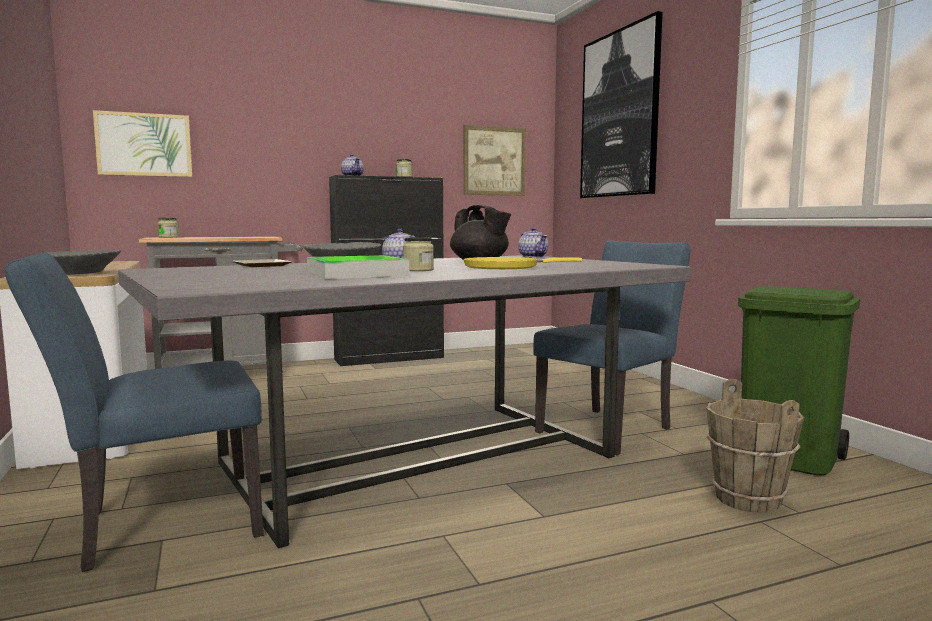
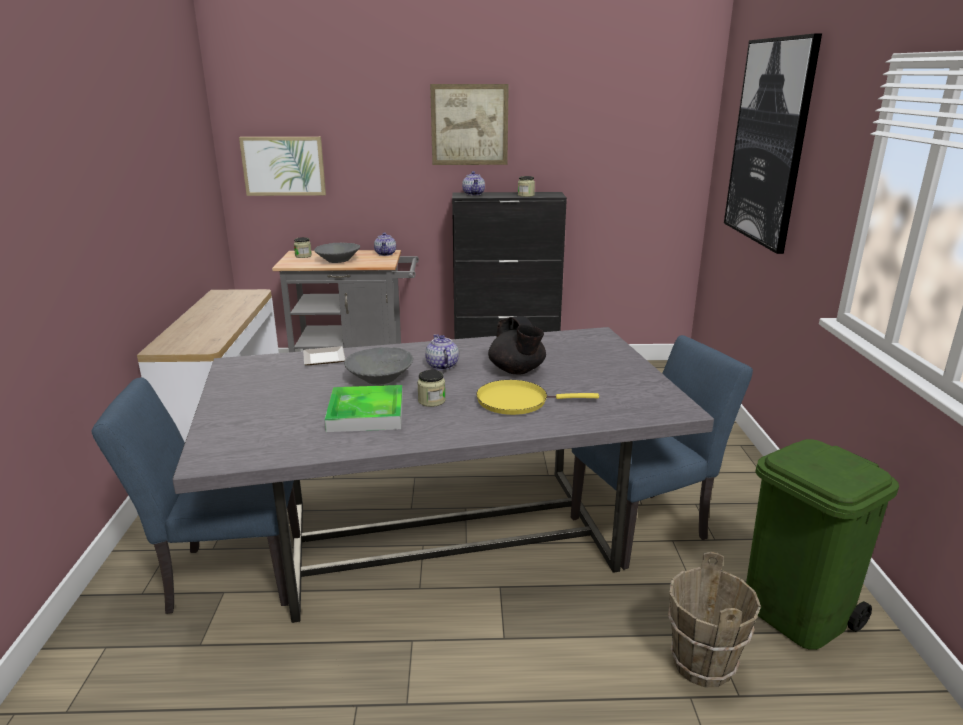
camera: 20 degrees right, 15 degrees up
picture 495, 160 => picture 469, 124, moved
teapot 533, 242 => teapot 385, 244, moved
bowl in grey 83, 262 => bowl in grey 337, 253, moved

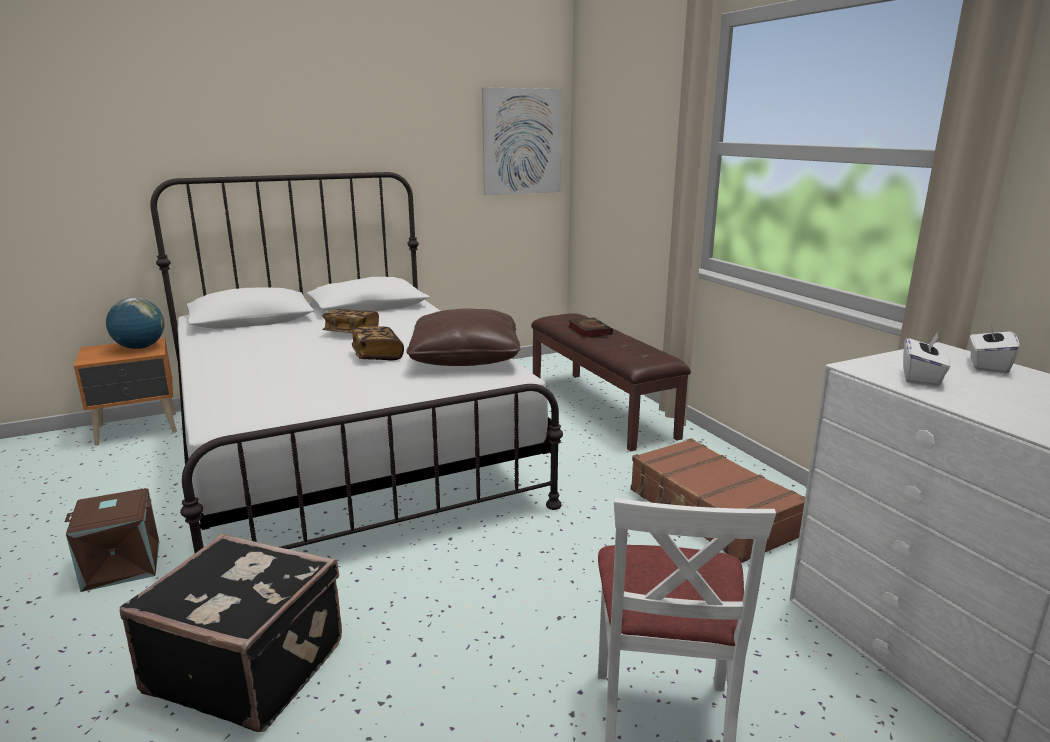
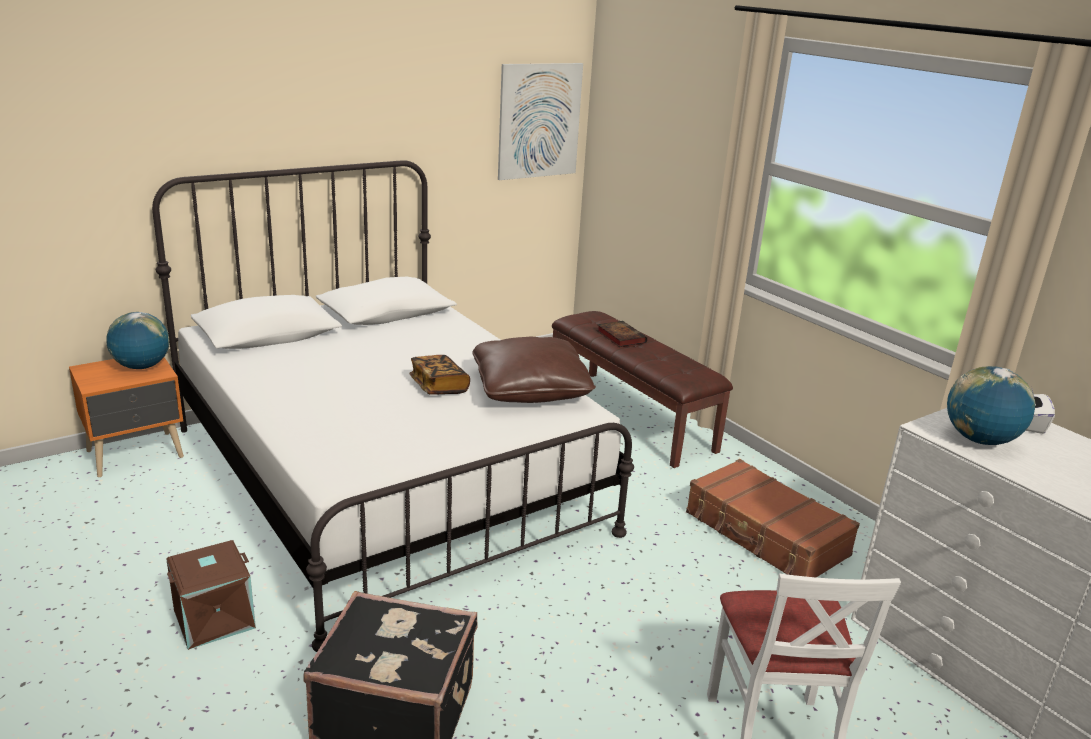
camera: 10 degrees left, 5 degrees up
book 350, 321 => nothing
tissue box in white 927, 359 => globe 991, 405

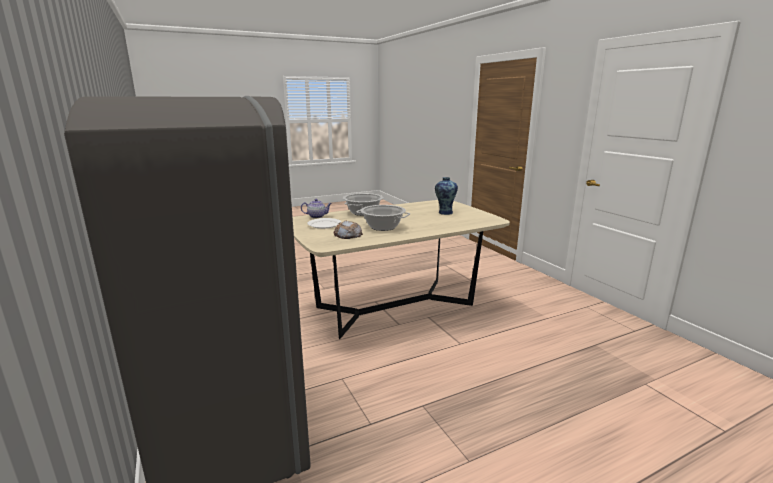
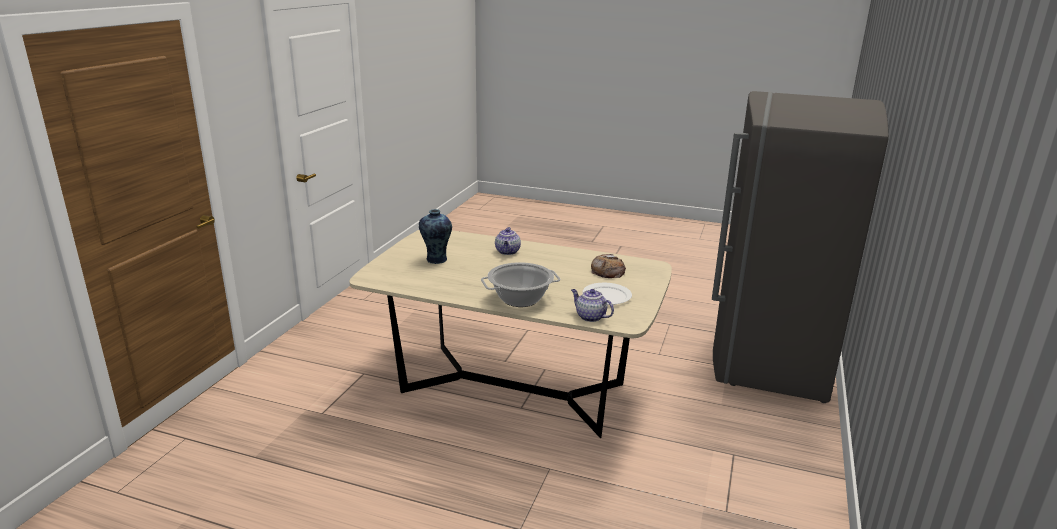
camera: 135 degrees left, 5 degrees up
cooking pot 383, 218 => nothing
nothing => teapot 508, 241

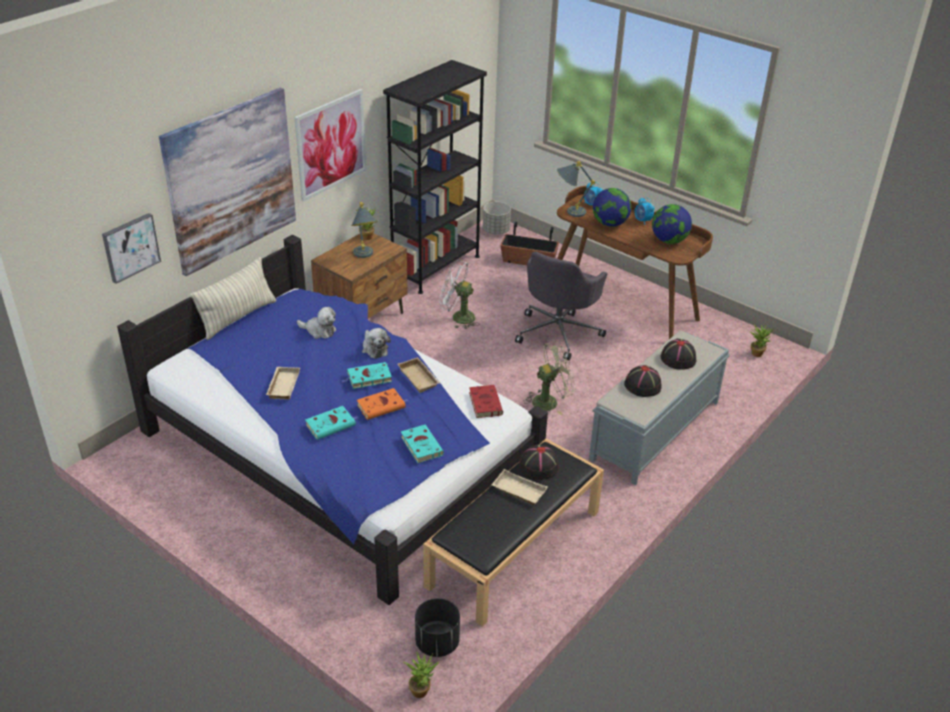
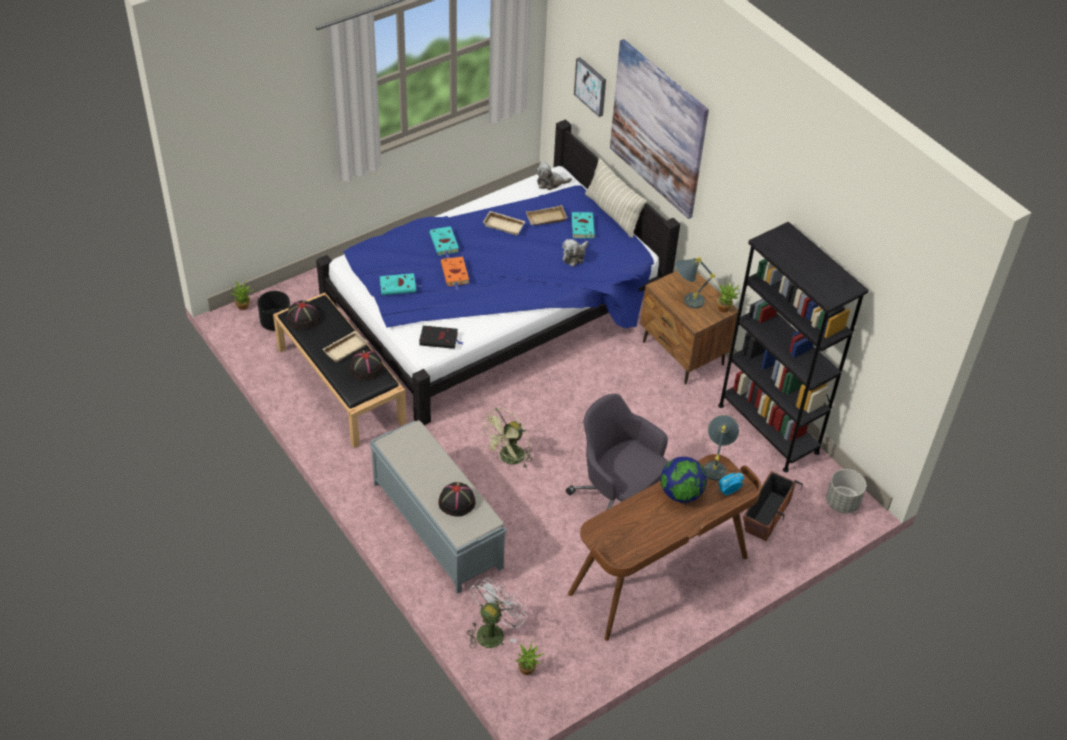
camera: 105 degrees right, 10 degrees up
picture 330, 145 => nothing
alarm clock 645, 211 => nothing
globe 672, 224 => nothing
fan in white 458, 294 => fan in white 497, 613, moved
plush toy 376, 343 => plush toy 554, 176, moved
fan in green 549, 378 => fan in green 507, 438, 45 degrees clockwise
tray in beige 419, 375 => tray in beige 546, 215, moved
book in turquoise 366, 375 => book in turquoise 583, 225, moved
hat in black 643, 381 => hat in black 302, 315, moved
book in red 486, 401 => book in black 441, 337

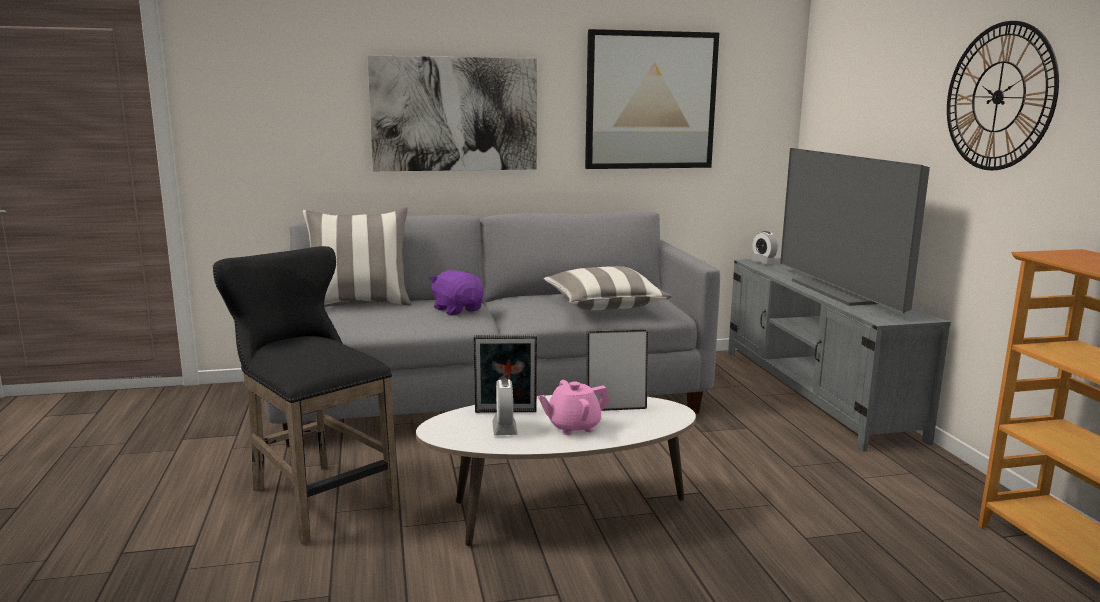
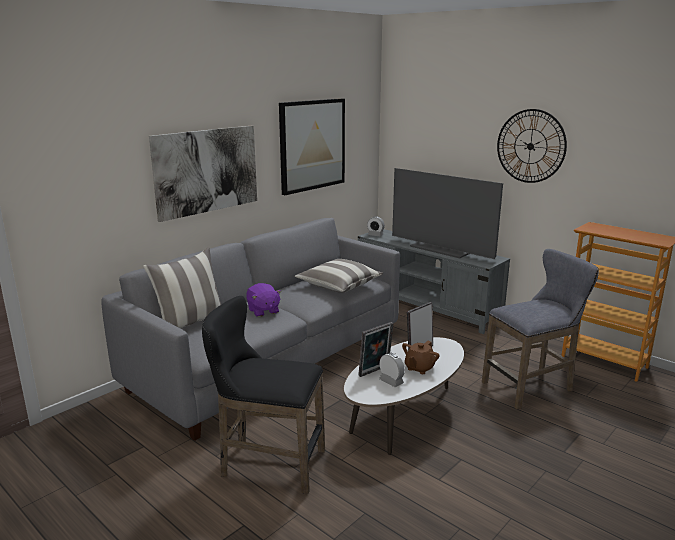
camera: 35 degrees left, 5 degrees up
plush toy in purple 456, 292 => plush toy in purple 264, 300, 135 degrees counterclockwise
teapot in pink 574, 407 => teapot in brown 420, 357
nothing => stool in grey 540, 329

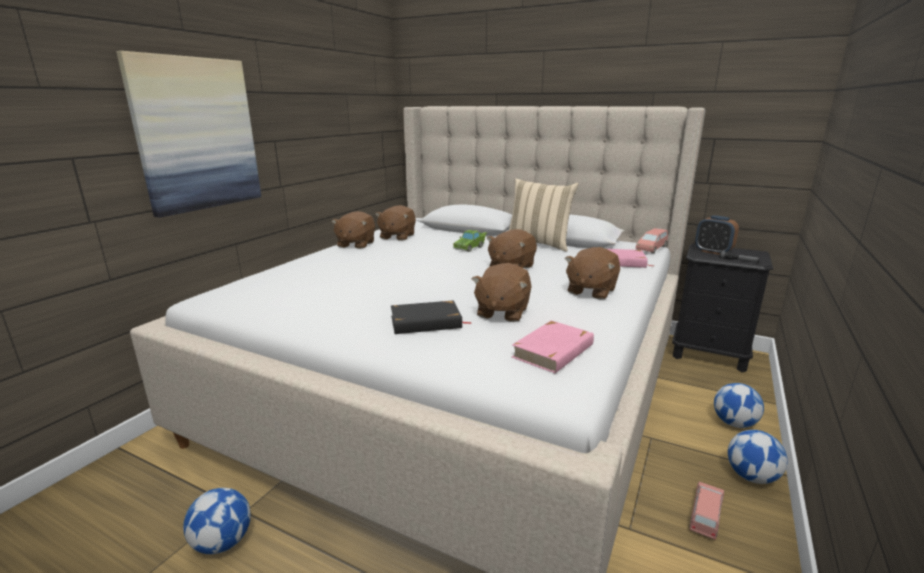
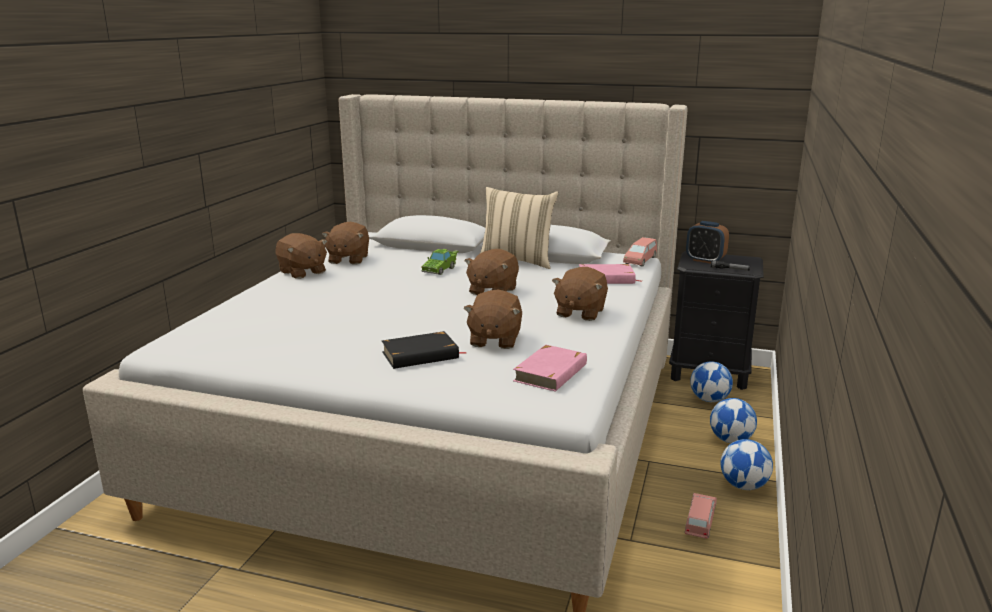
camera: 10 degrees left, 0 degrees up
picture 188, 134 => nothing
plush toy in brown 353, 230 => plush toy in brown 301, 256, 45 degrees counterclockwise
football 217, 521 => football 711, 381, moved

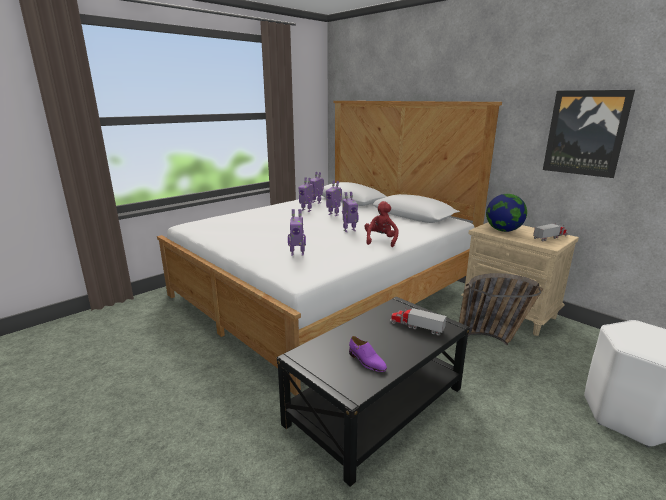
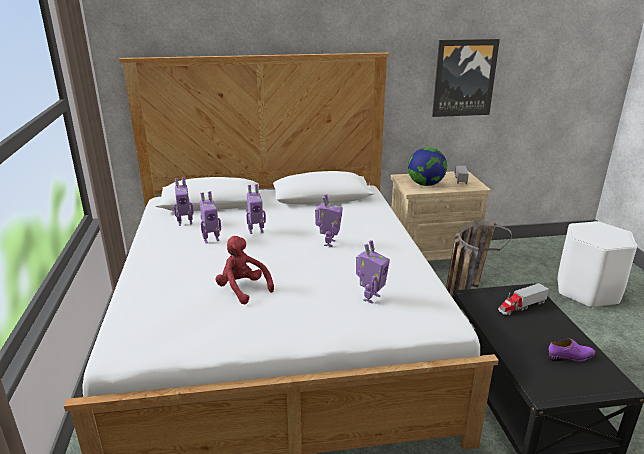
camera: 55 degrees left, 5 degrees up
plush toy in red 381, 224 => plush toy in red 244, 270, moved

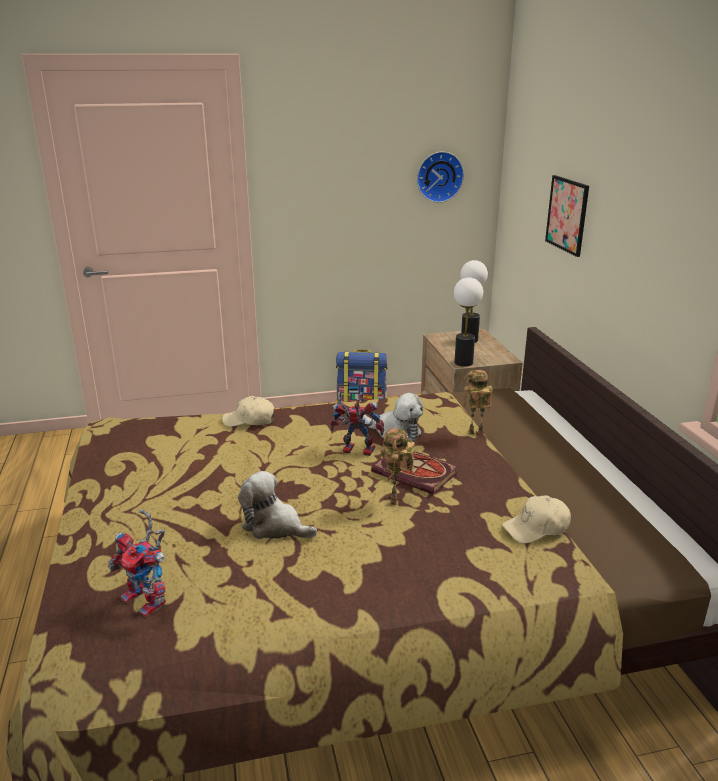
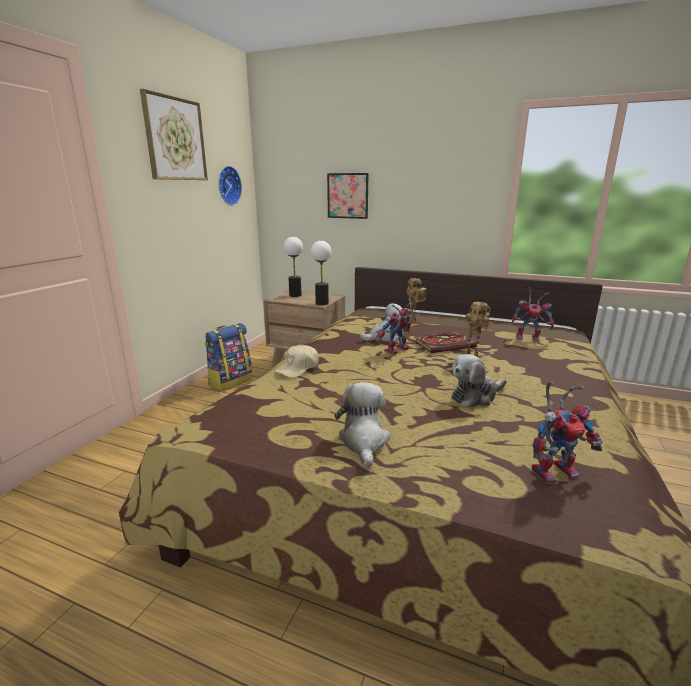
camera: 55 degrees left, 5 degrees down
cap in beige 536, 519 => toy robot 533, 314
nothing => picture 174, 134
nothing => plush toy 362, 425

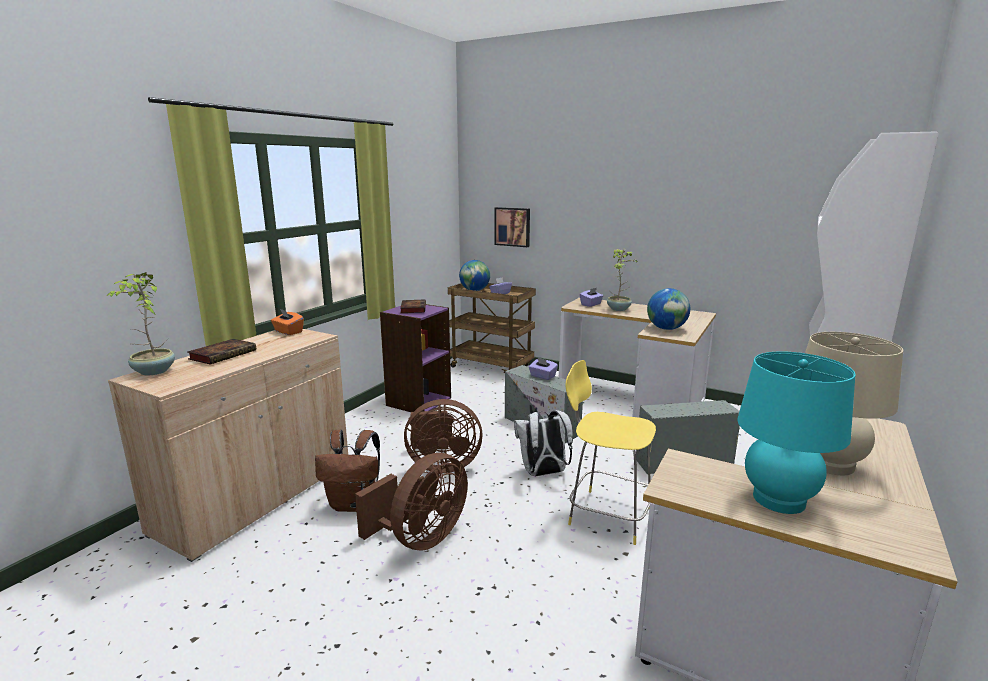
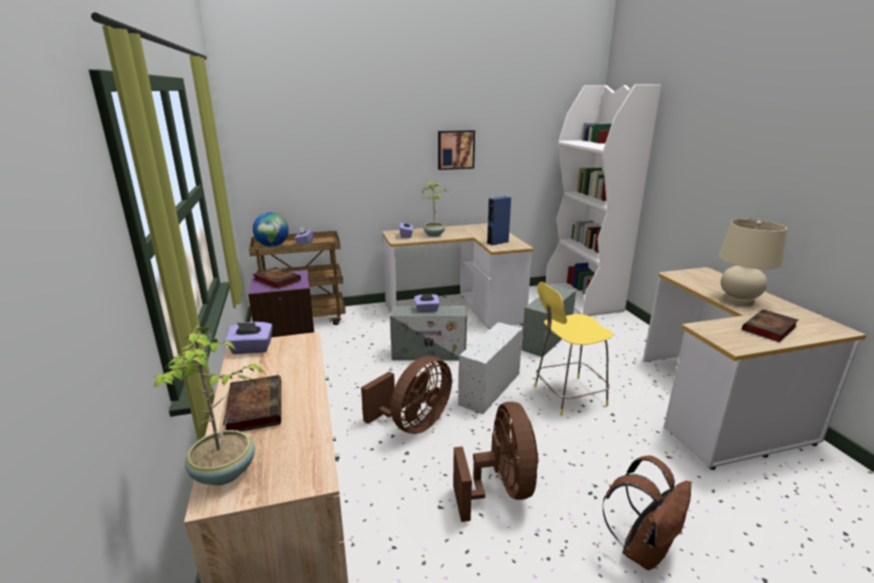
camera: 45 degrees left, 5 degrees up
picture 512, 227 => picture 456, 150, moved
globe 668, 309 => speaker in blue 499, 220
tissue box in orange 287, 322 => tissue box in purple 249, 338
table lamp in turquoise 796, 432 => book 770, 325
backpack in white 543, 443 => storage box in white 490, 368
backpack in brown 347, 471 => backpack in brown 646, 512, moved

